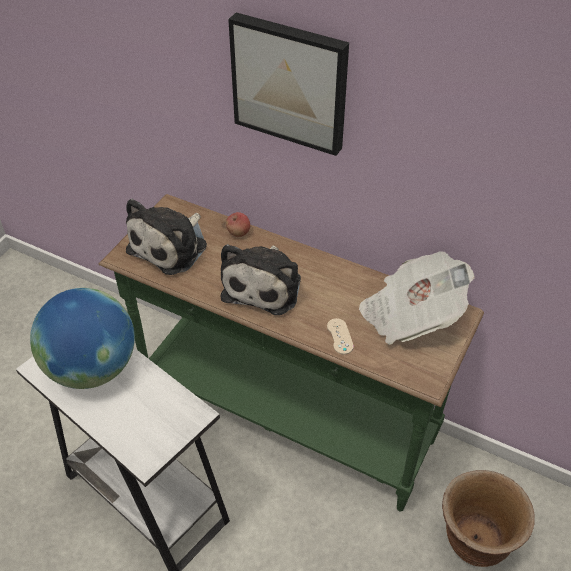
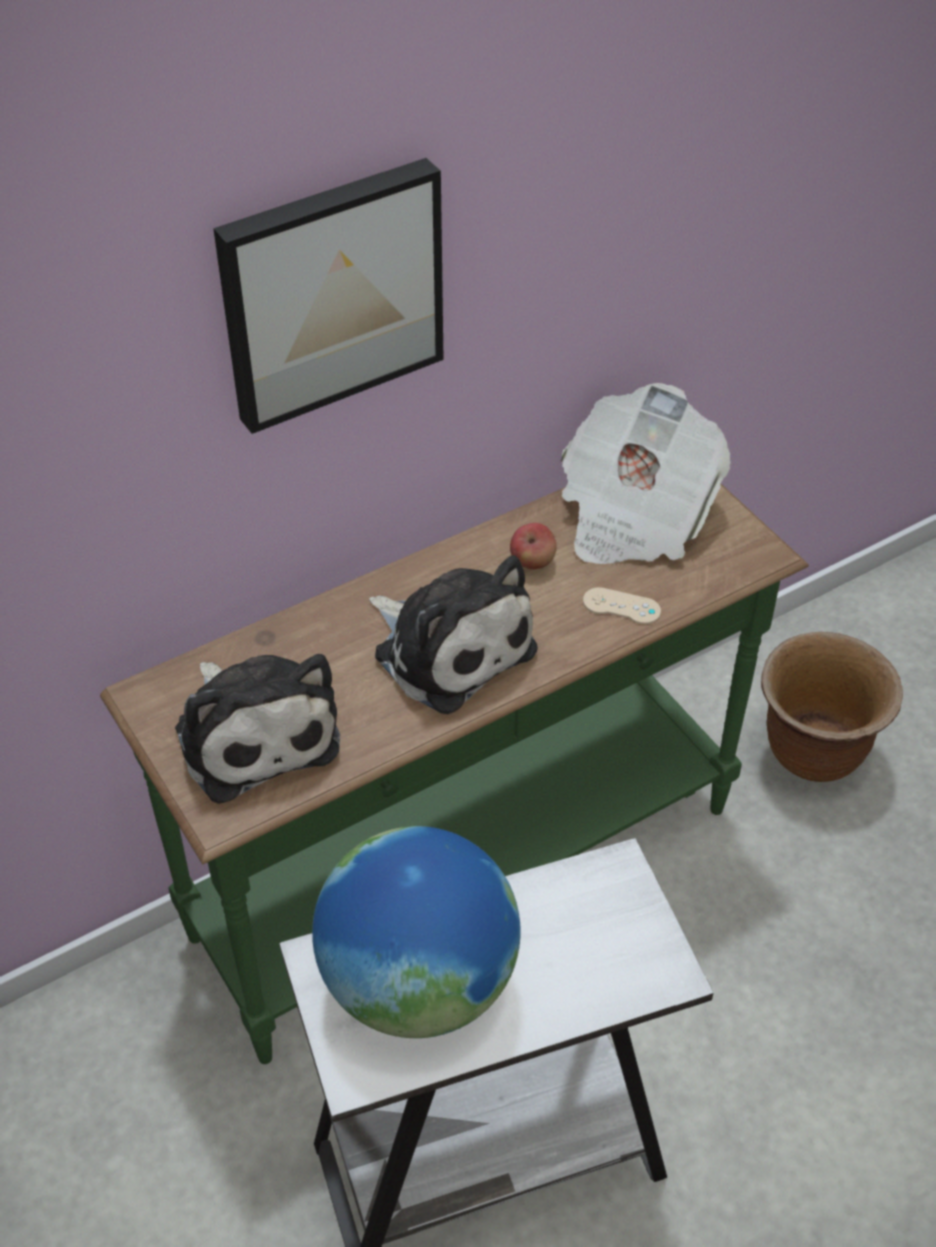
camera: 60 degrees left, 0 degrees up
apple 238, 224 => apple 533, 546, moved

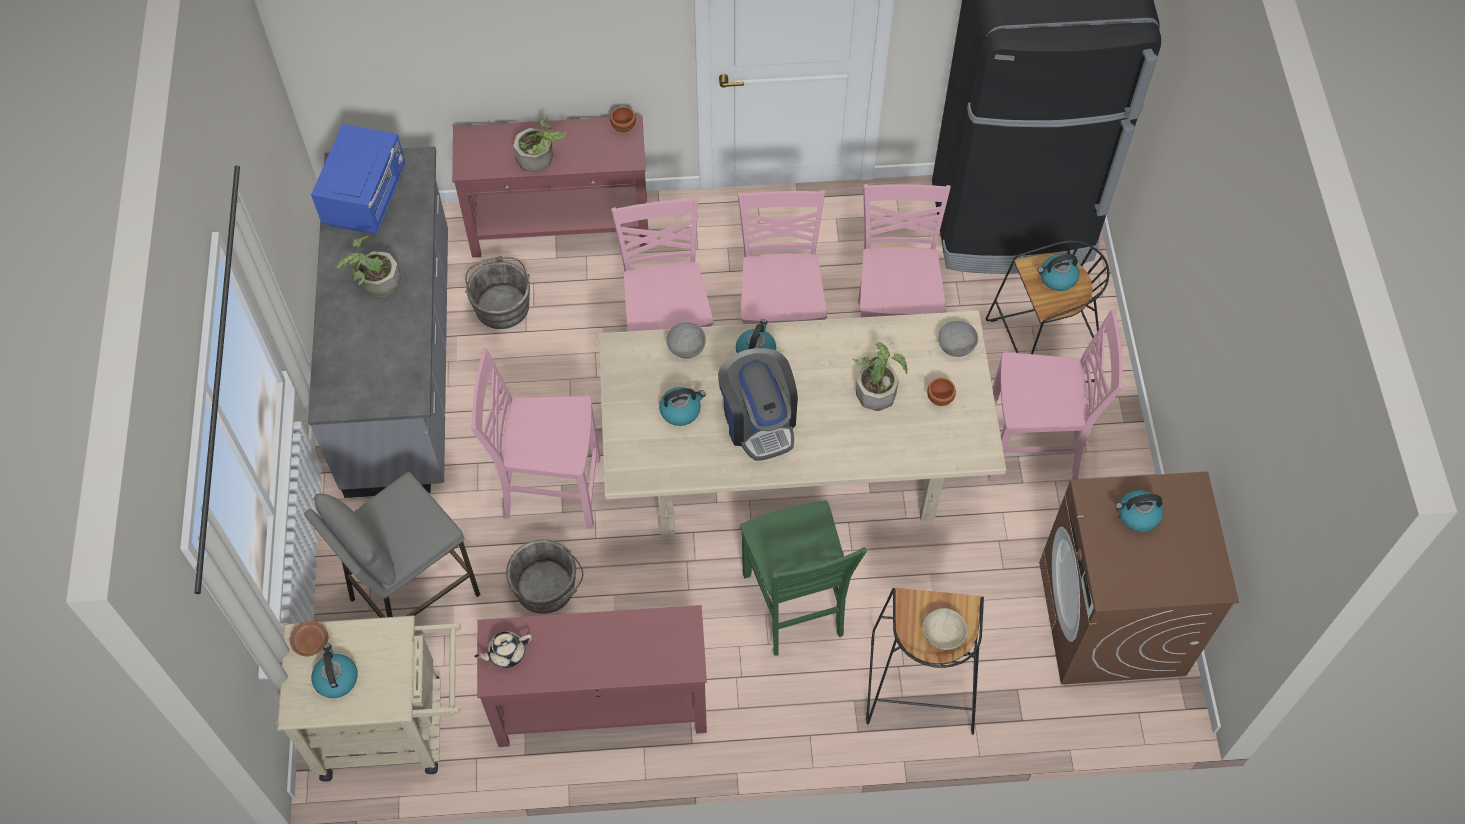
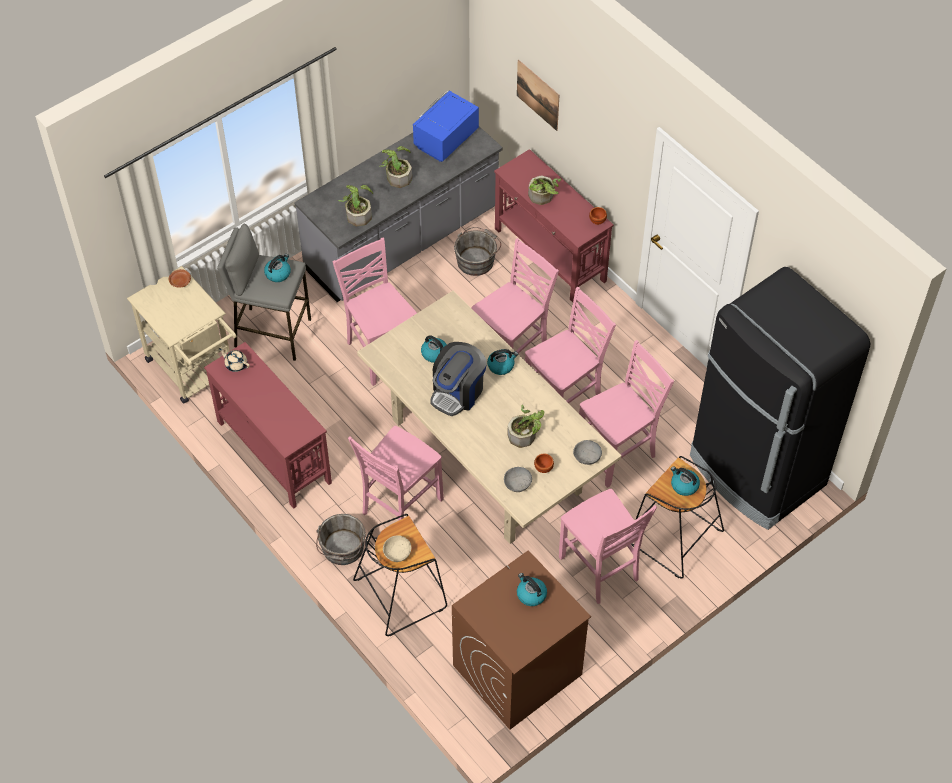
camera: 55 degrees right, 5 degrees down
microwave in blue 358, 179 => microwave in blue 446, 126, 150 degrees clockwise
bowl in grey 686, 340 => bowl in grey 518, 479, moved
chair in green 803, 577 => chair in pink 396, 473
bucket in grey 544, 576 => bucket in grey 341, 539, moved
kettle 334, 671 => kettle 277, 268, moved
nothing => picture 538, 95
nothing => potted plant 355, 205

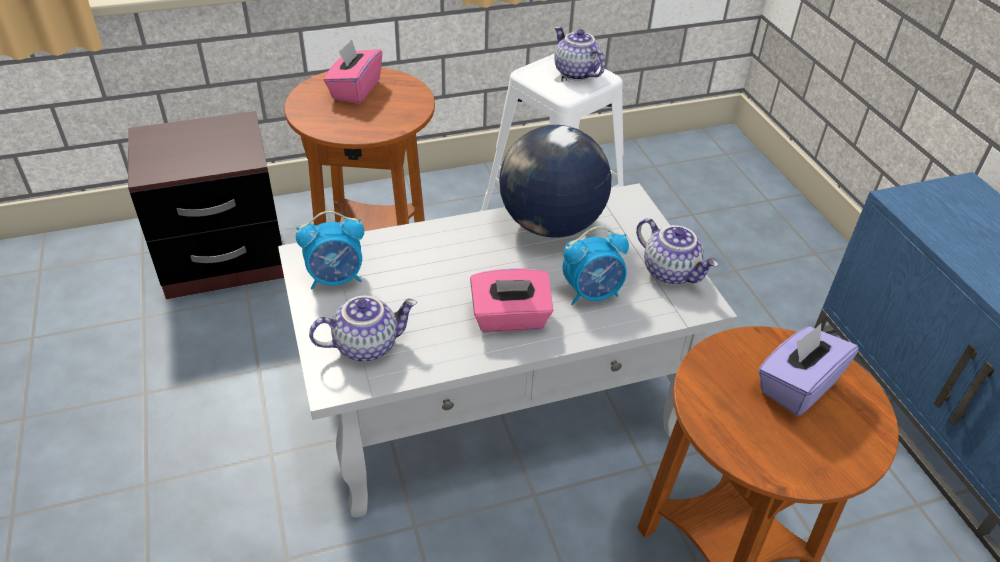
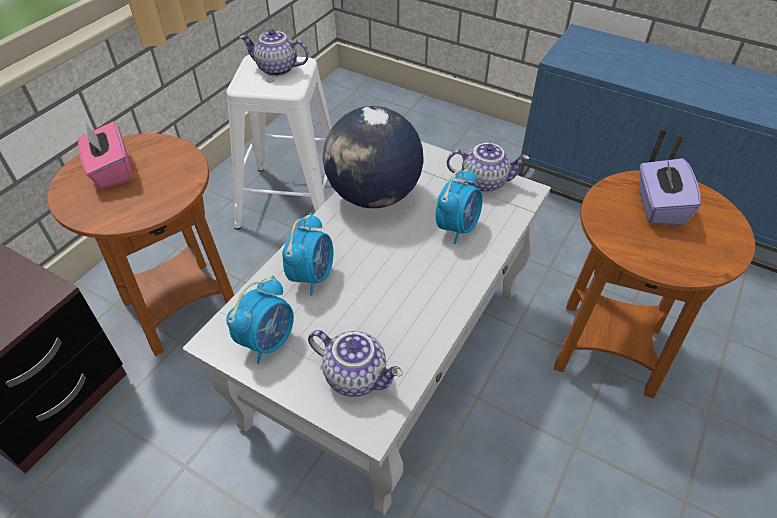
camera: 40 degrees left, 5 degrees up
tissue box in pink 511, 300 => nothing
teapot 363, 329 => teapot 355, 363, 90 degrees clockwise
nothing => alarm clock 307, 254

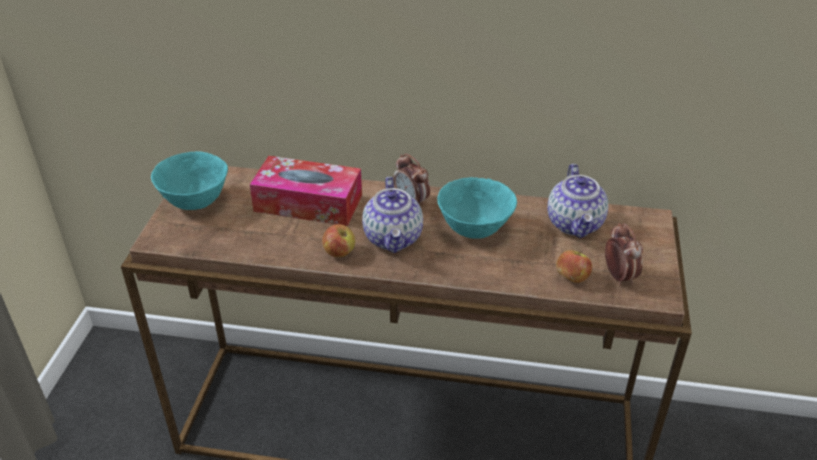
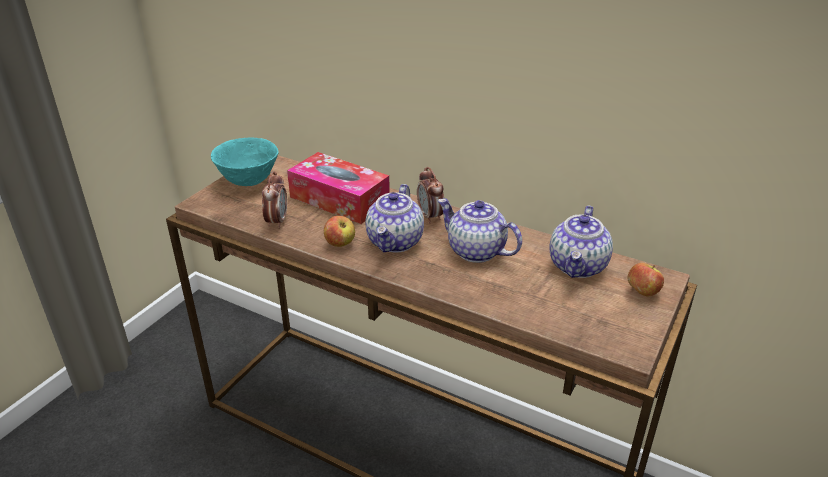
camera: 20 degrees right, 5 degrees down
bowl in turquoise 477, 208 => teapot 479, 230
alarm clock 624, 254 => alarm clock 274, 200, moved
apple 574, 266 => apple 646, 280, moved

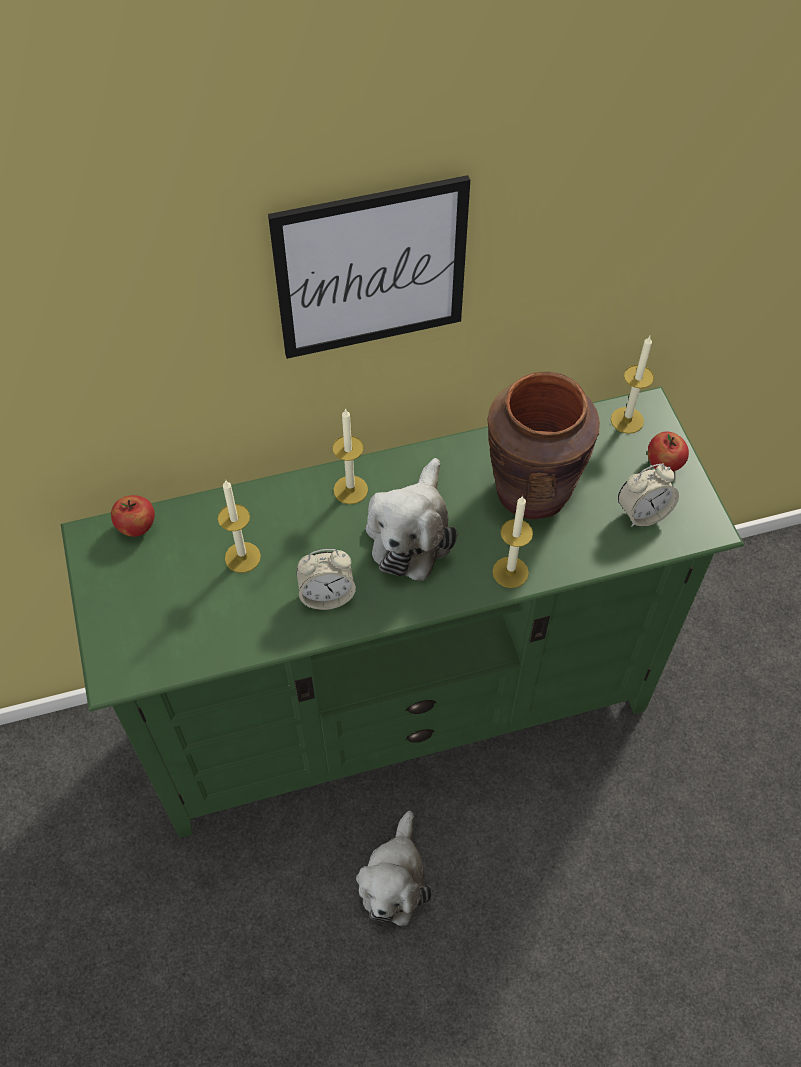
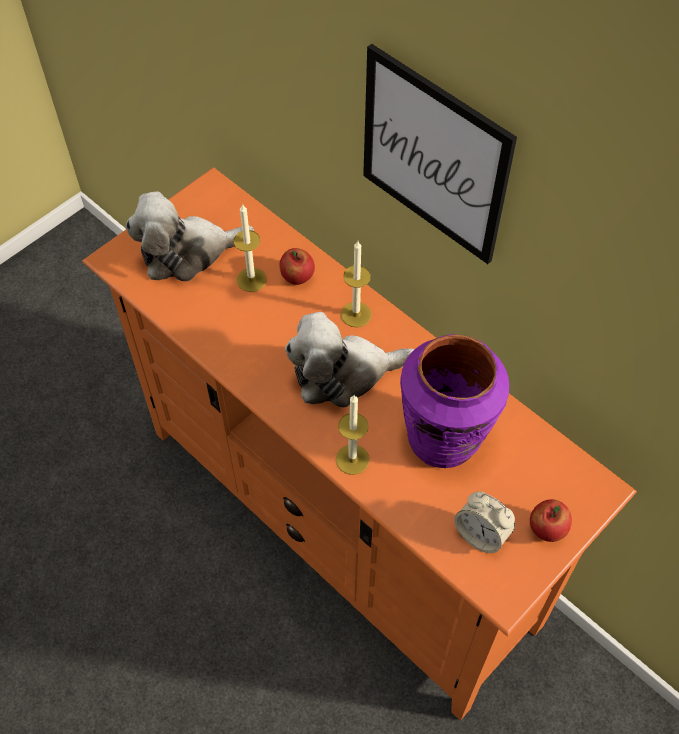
camera: 60 degrees right, 0 degrees up
candle 632, 385 => nothing
vase in brown 543, 445 => vase in purple 454, 401
tv stand in green 402, 612 => tv stand in orange 359, 443
apple 133, 516 => apple 297, 266, moved
alarm clock 326, 579 => nothing
plush toy 394, 868 => plush toy 189, 237, moved

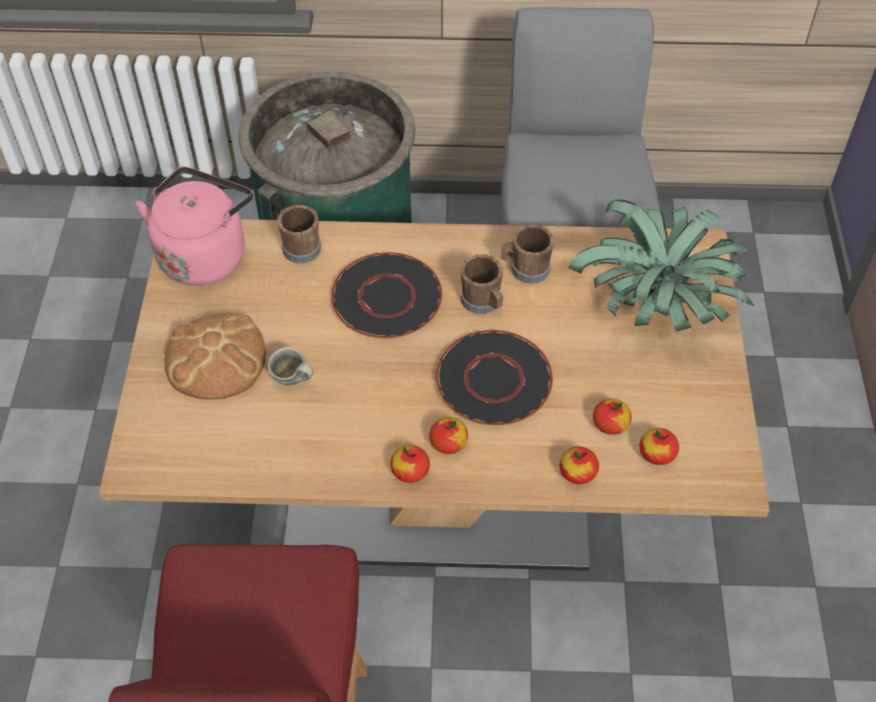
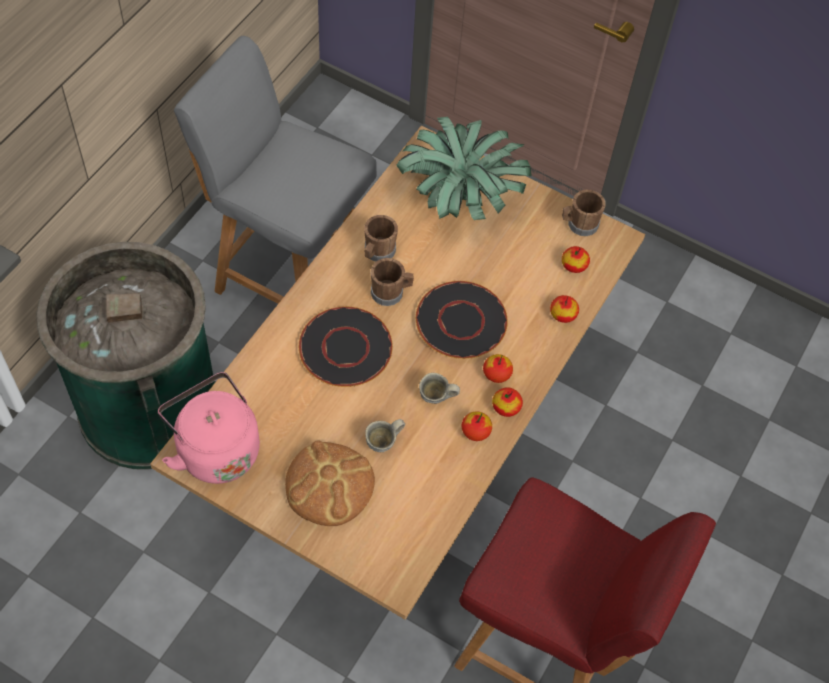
camera: 65 degrees left, 5 degrees up
mug in brown 299, 234 => mug in brown 584, 212, moved
apple 612, 416 => apple 477, 426, moved
nothing => mug in grey 439, 388

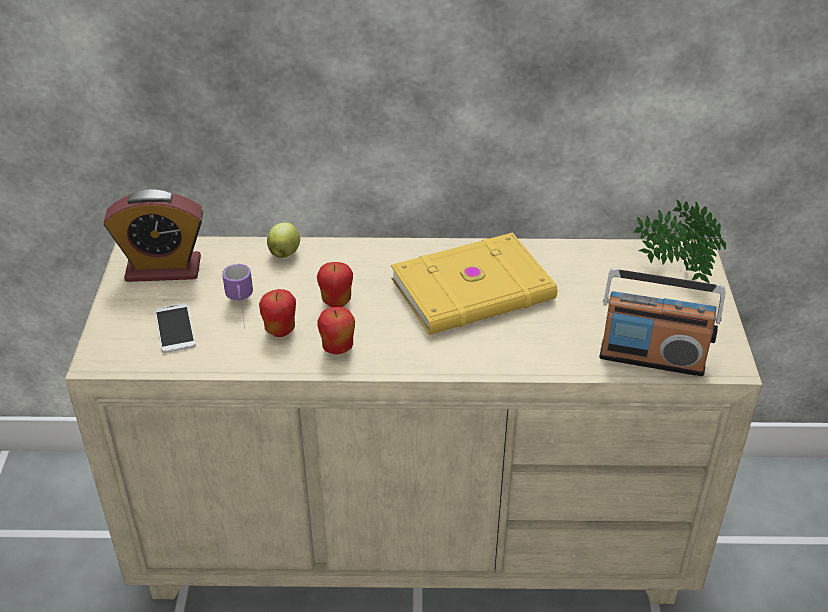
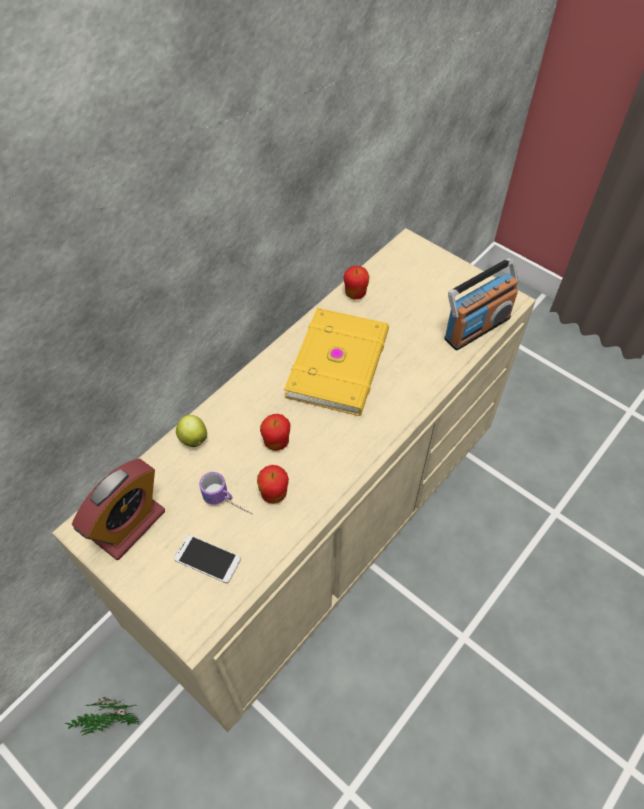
camera: 50 degrees left, 15 degrees up
potted plant 679, 241 => potted plant 102, 717, moved
apple 336, 330 => apple 356, 283, moved

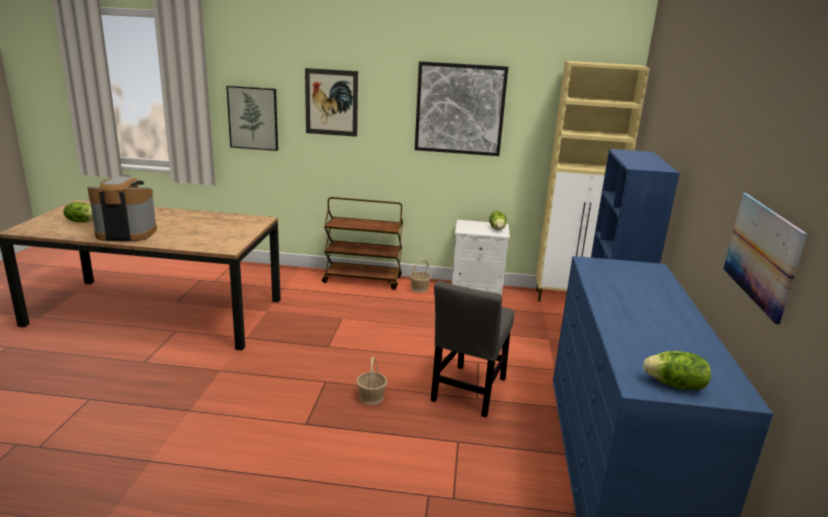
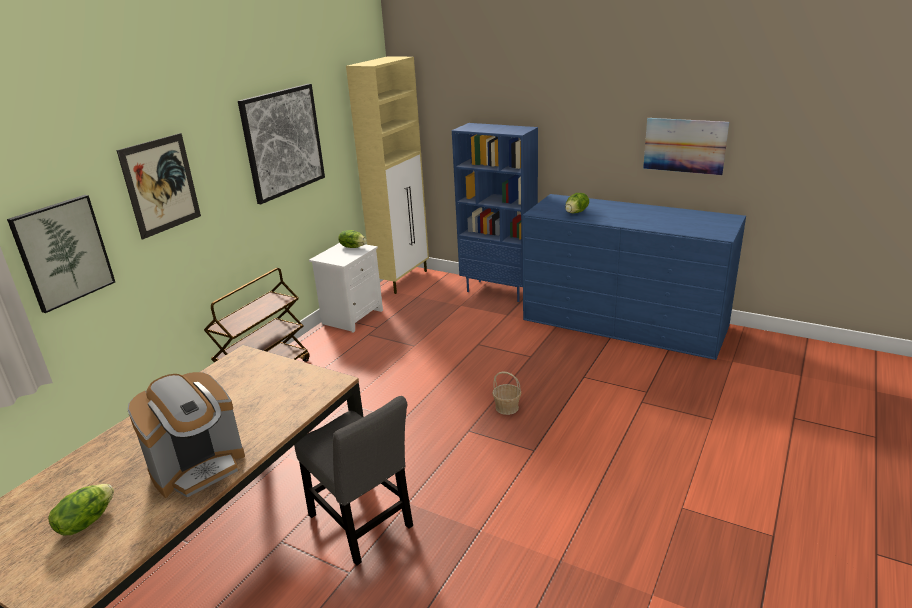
camera: 65 degrees left, 5 degrees up
coffee machine 122, 208 => coffee machine 186, 435, 150 degrees counterclockwise
basket 420, 276 => nothing
chair in grey 472, 349 => chair in grey 353, 480, moved
lettuce 677, 370 => lettuce 577, 203, moved

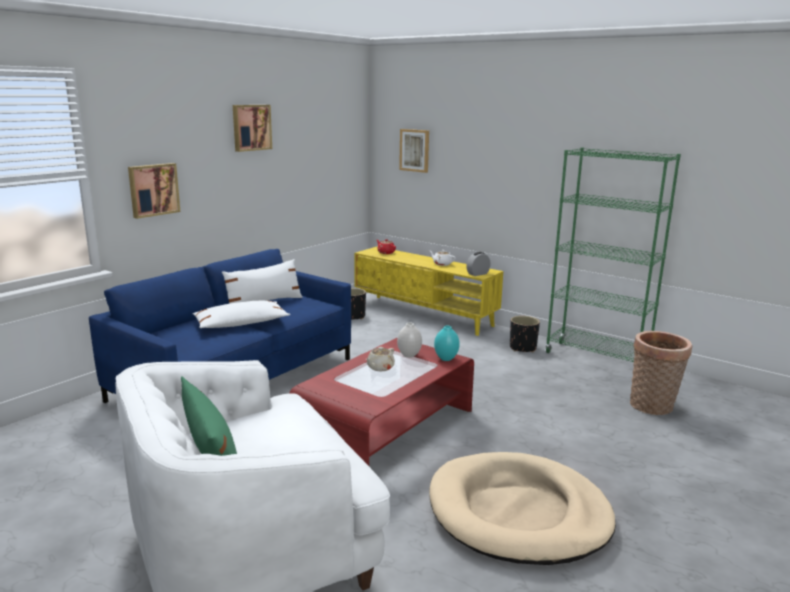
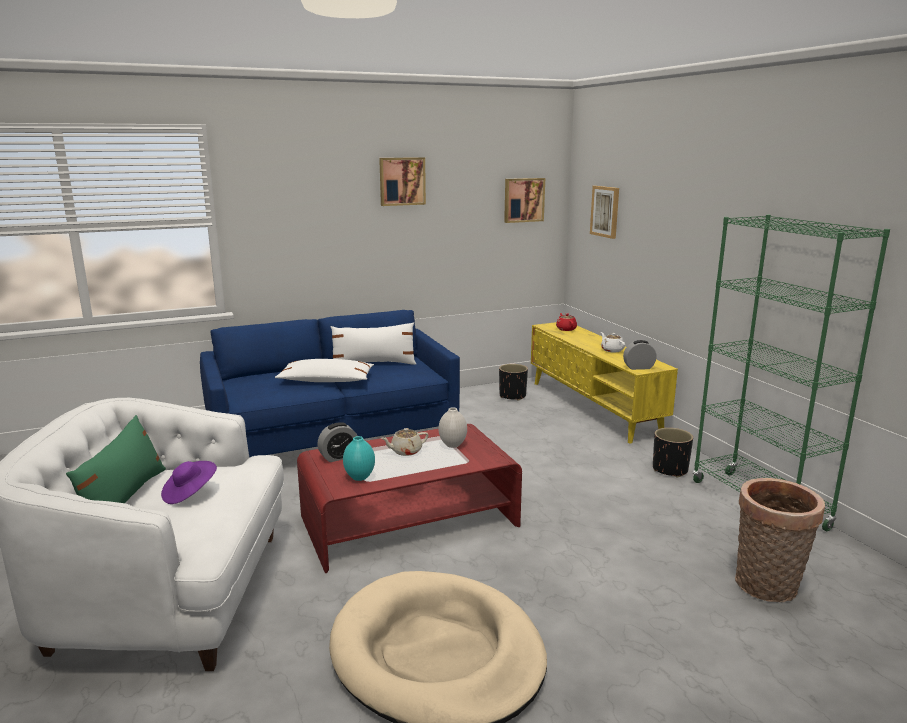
camera: 30 degrees right, 0 degrees up
picture 154, 191 => picture 524, 200, moved
vase in turquoise 447, 343 => vase in turquoise 359, 458, moved
nothing => alarm clock 337, 442
nothing => hat in purple 189, 482

